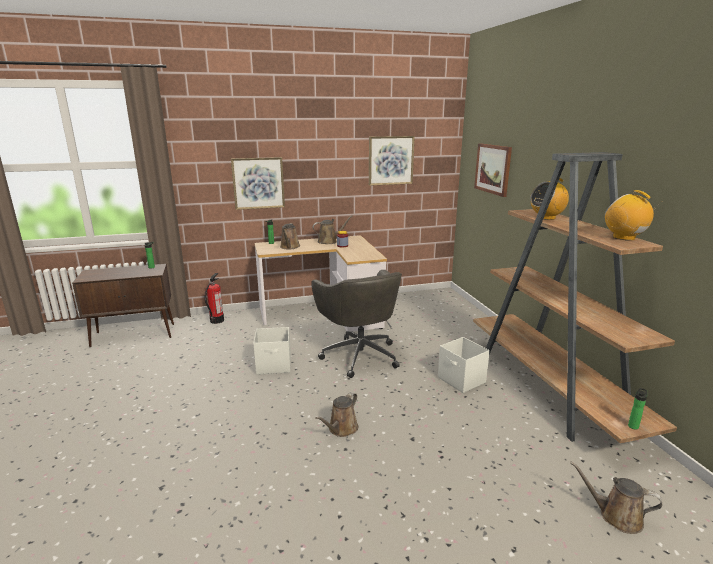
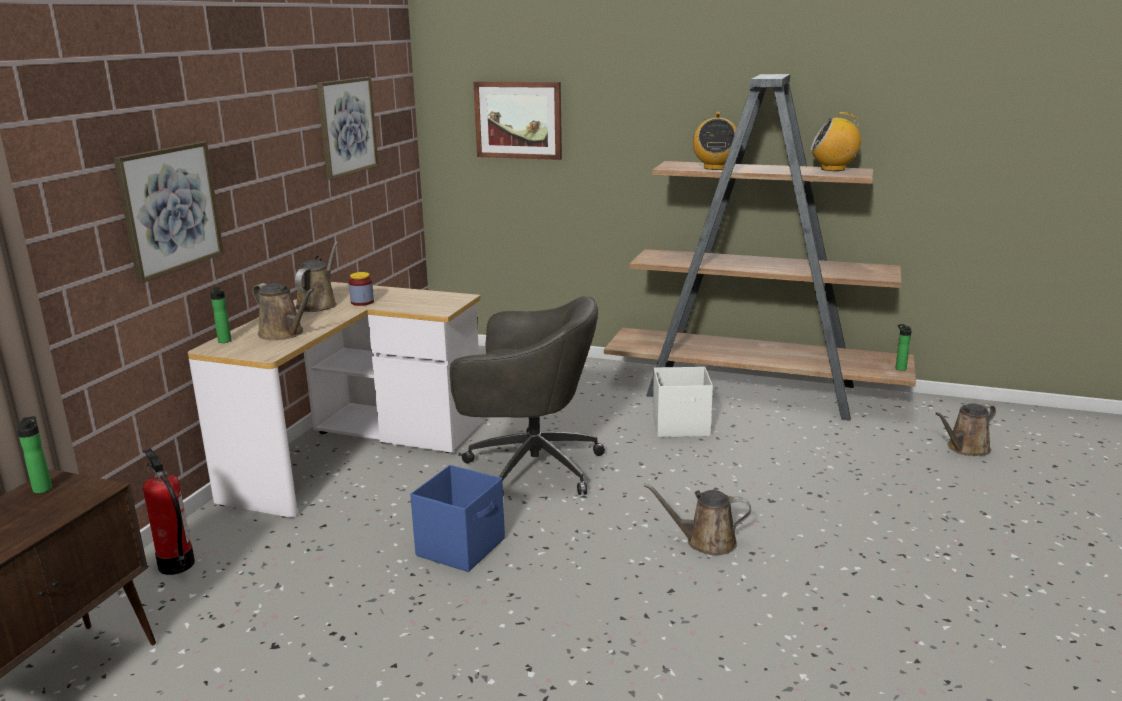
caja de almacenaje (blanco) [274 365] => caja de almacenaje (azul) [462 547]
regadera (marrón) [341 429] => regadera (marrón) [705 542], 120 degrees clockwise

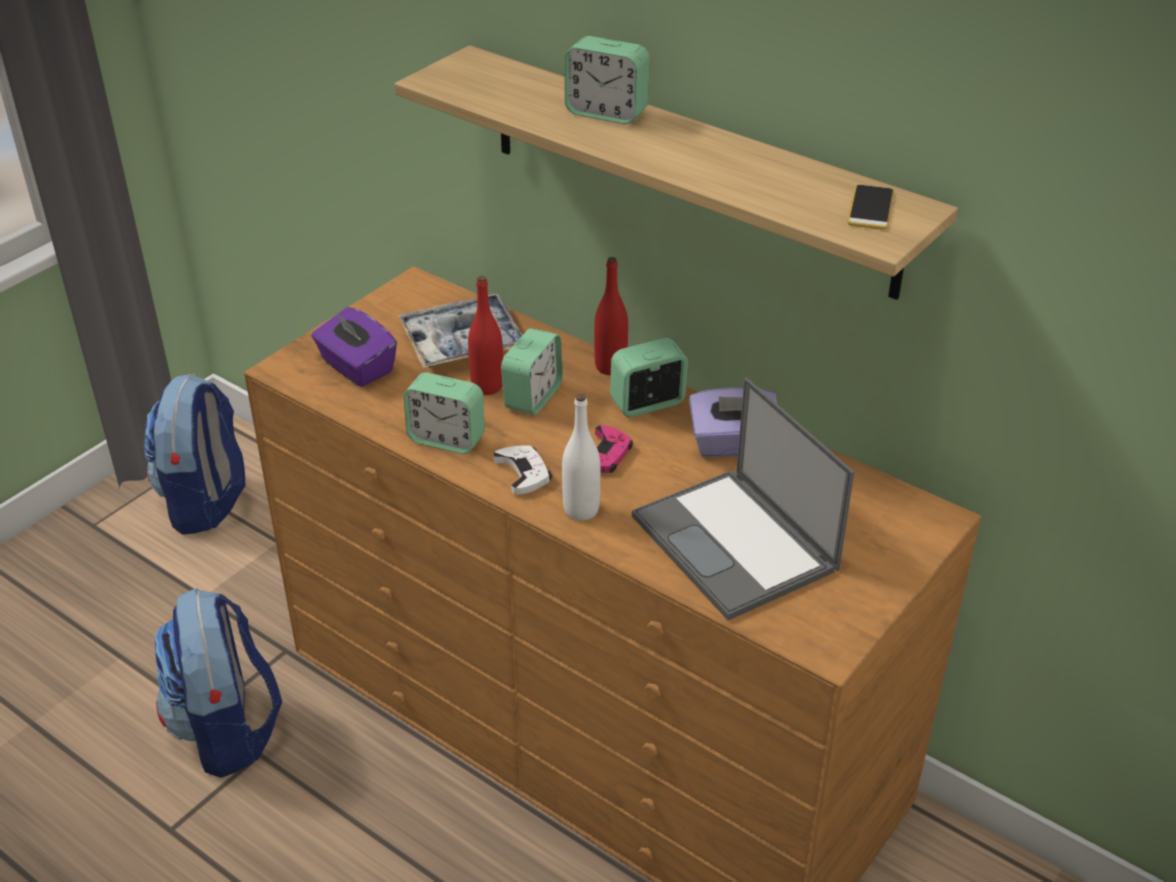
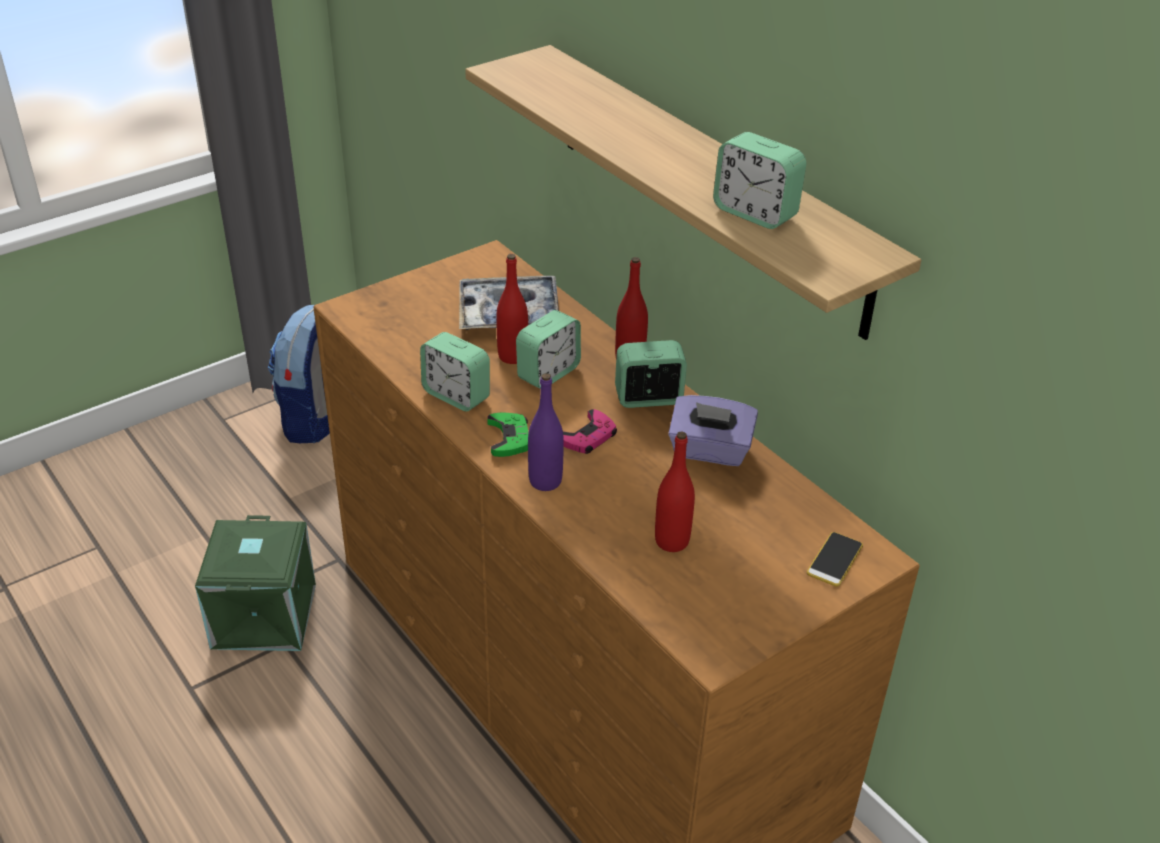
caja de pañuelos (morado) [356 367] => nothing
despertador [606 113] => despertador [755 213], moved
móvil [871 208] => móvil [834 560], moved
mochila [227 731] => caja de almacenaje (verde) [266 616]
portátil [736 544] => botella (rojo) [672 541]
mando de consola (blanco) [523 473] => mando de consola (verde) [509 438]
botella (blanco) [581 510] => botella (morado) [545 481]

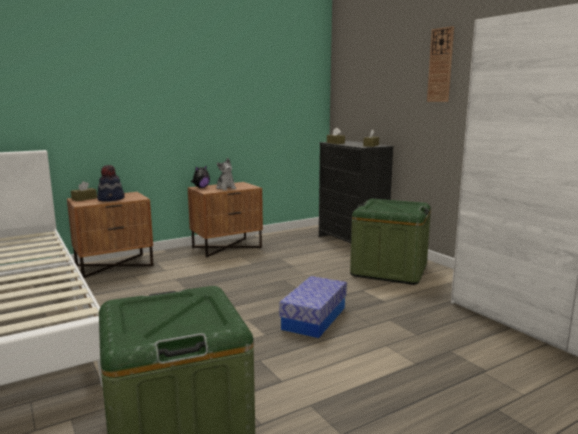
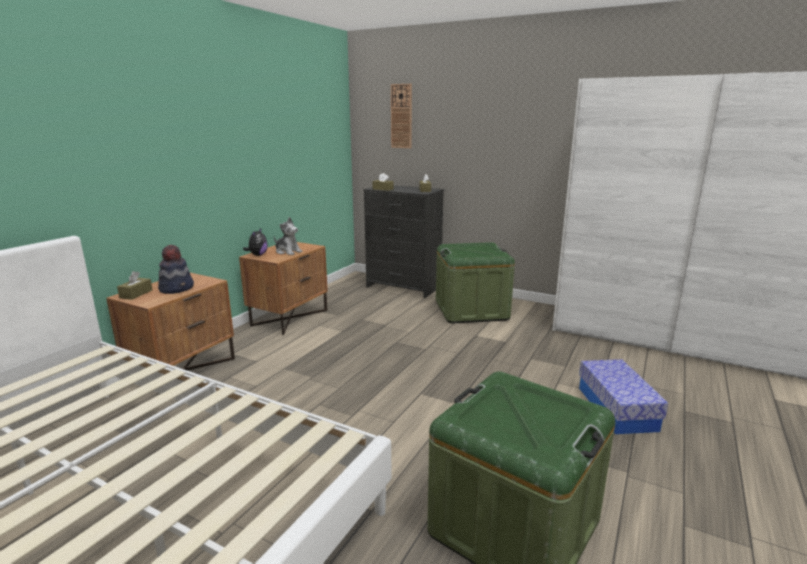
caja de almacenaje [314 318] => caja de almacenaje [616 408], moved
reloj de pared [440 65] => reloj de pared [401 116], moved

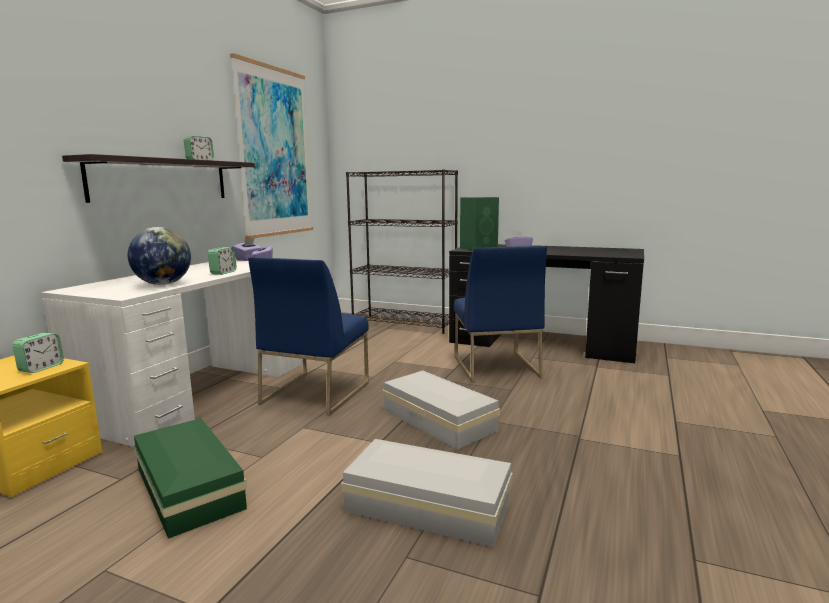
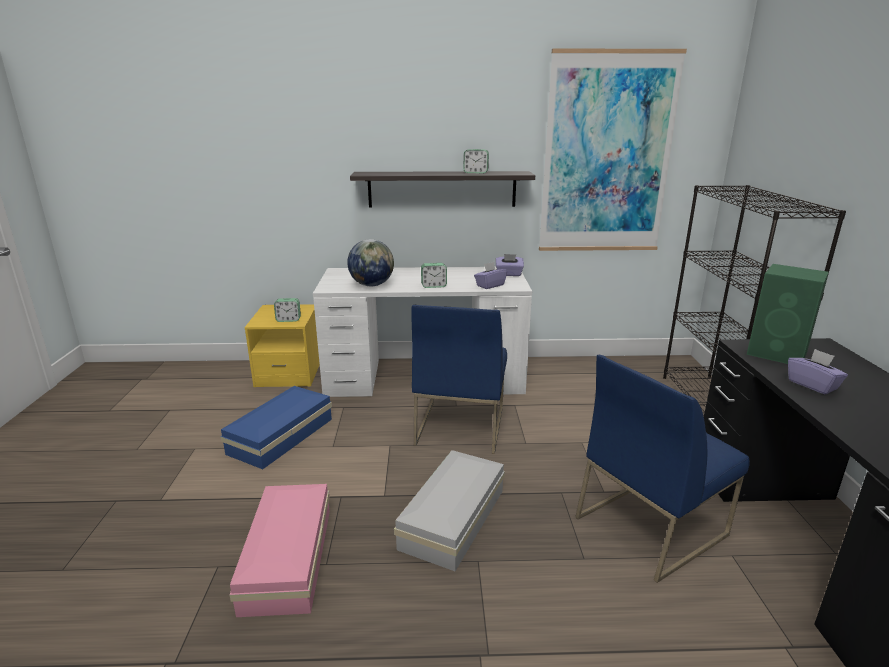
caja de almacenaje (verde) [187 490] => caja de almacenaje (azul) [279 436]
caja de almacenaje (blanco) [430 508] => caja de almacenaje (rosa) [285 560]
silla (azul) [315 393] => silla (azul) [459 425], 75 degrees counterclockwise

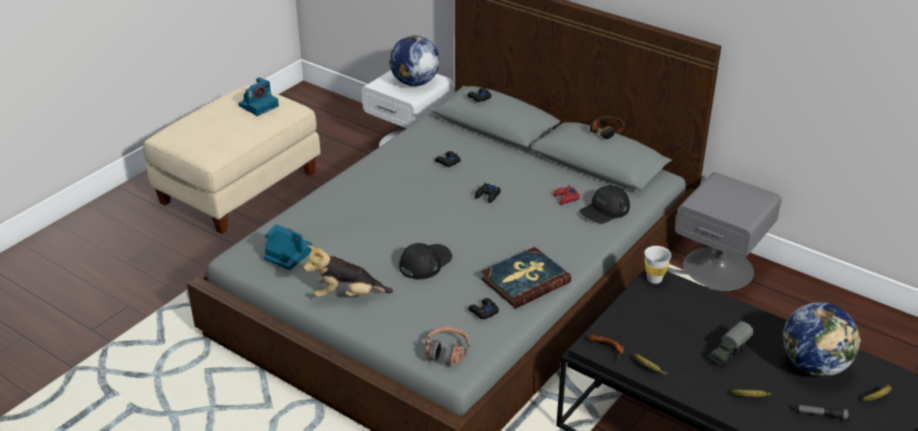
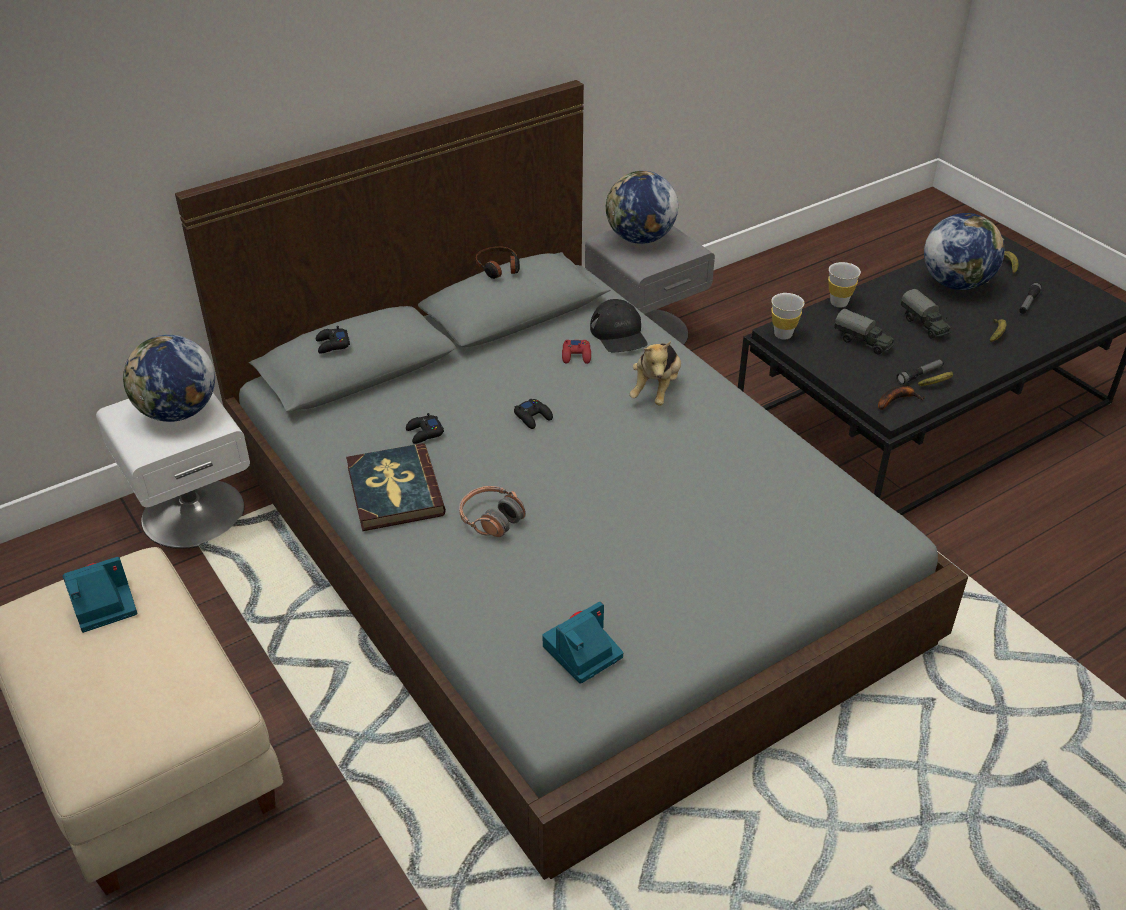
gorra (negro) [425 262] => nothing
mando de consola (negro) [483 311] => nothing
nothing => globo terráqueo [640 238]
nothing => taza (blanco) [839 303]
nothing => camión de juguete [863 342]
nothing => linterna [919 375]
peluche [347 295] => peluche [656 389], moved
auriculares [446 352] => auriculares [491 519], moved
libro [525 280] => libro [394 491], moved
cámara [259 105] => cámara [102 604], 90 degrees counterclockwise

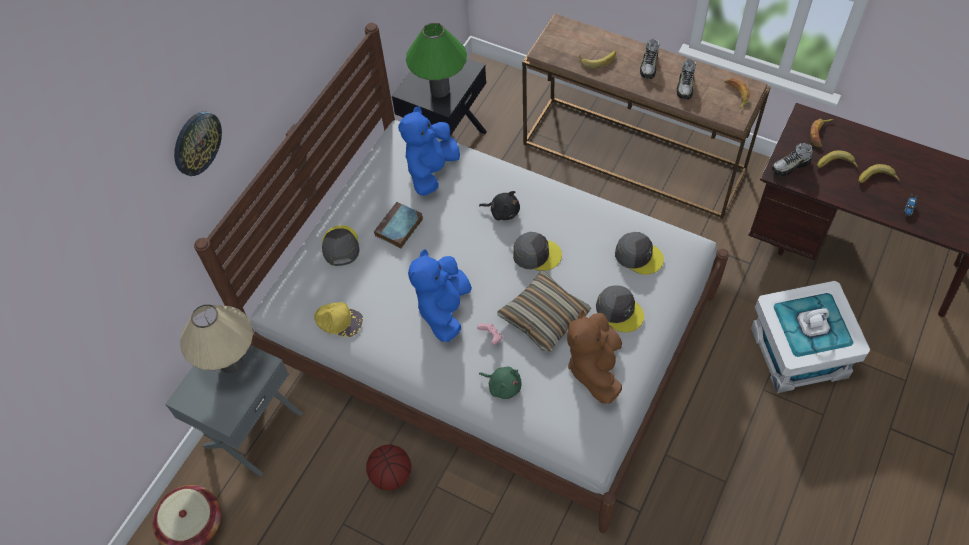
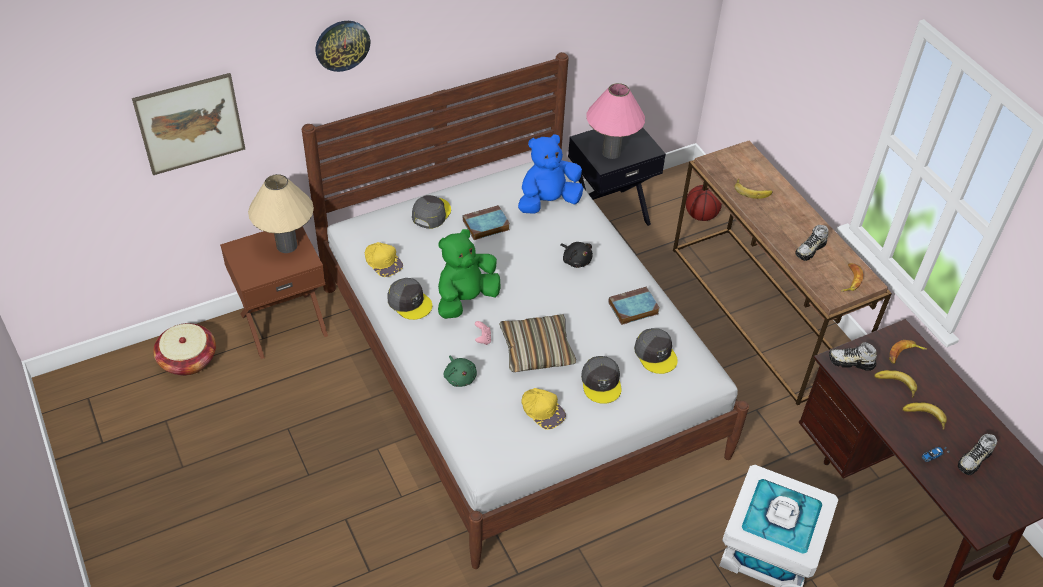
nothing => cuadro [190 124]
nothing => libro [632 309]
balón de baloncesto [391 474] => balón de baloncesto [701 215], moved
gorra (gris) [536 254] => gorra (gris) [409 302], moved
zapato [649 66] => zapato [974 460], moved
peluche (marrón) [595 368] => gorra (amarillo) [542 409]
mesita de noche (gris) [251 428] => mesita de noche (marrón) [283 323]
lámpara de mesa (verde) [440 90] => lámpara de mesa (rosa) [611 152]
peluche (azul) [444 309] => peluche (verde) [465 299]

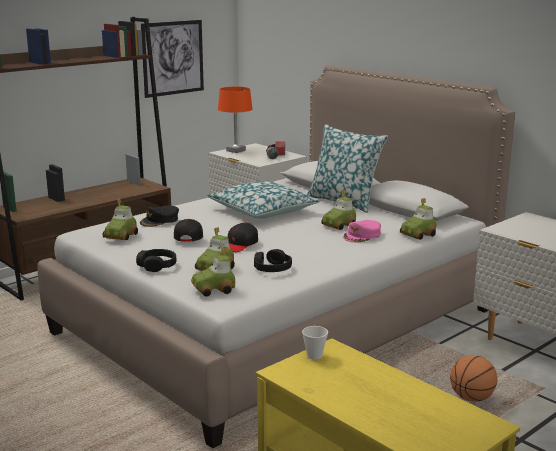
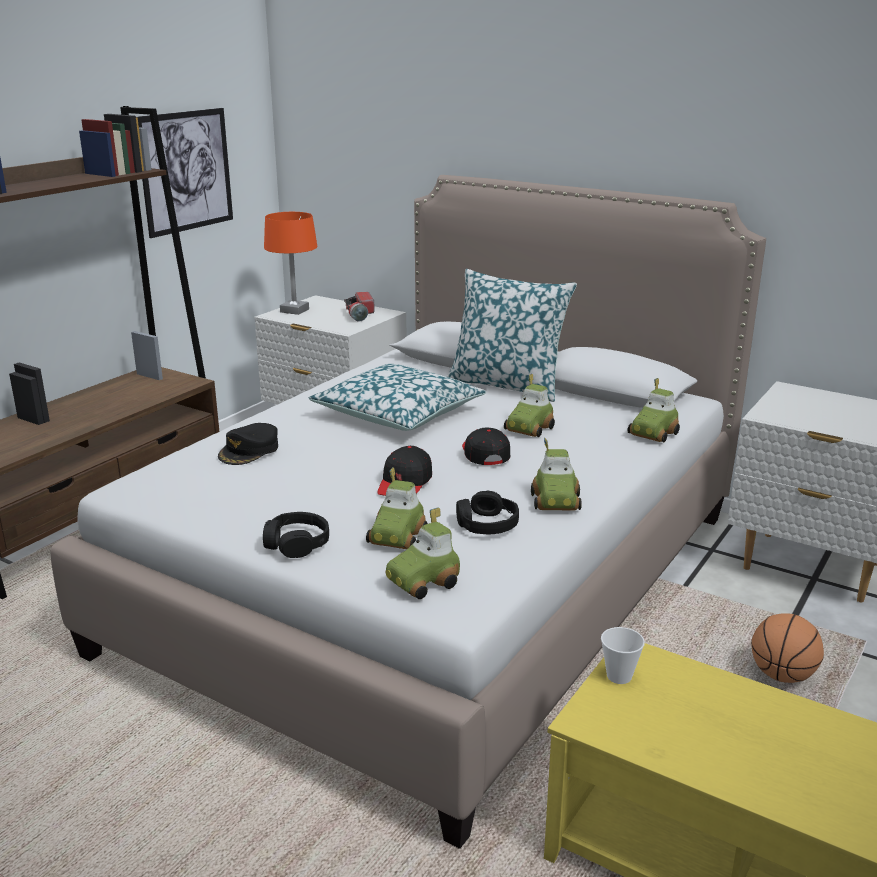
gorra (rosa) [362 236] => nothing
coche de juguete [121 236] => coche de juguete [557 502], moved
gorra (negro) [189 236] => gorra (negro) [484 454], moved

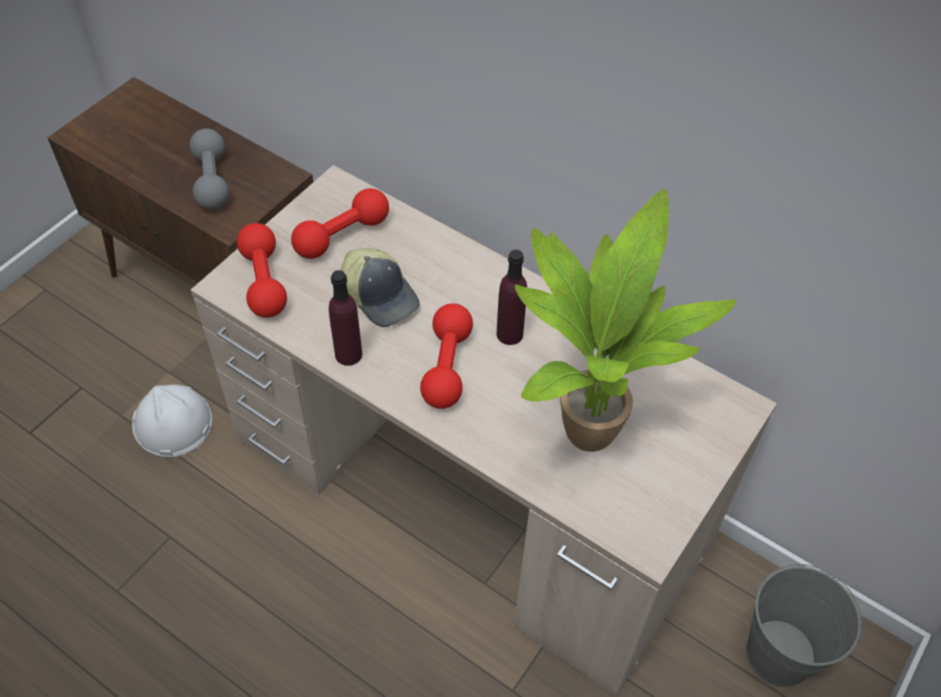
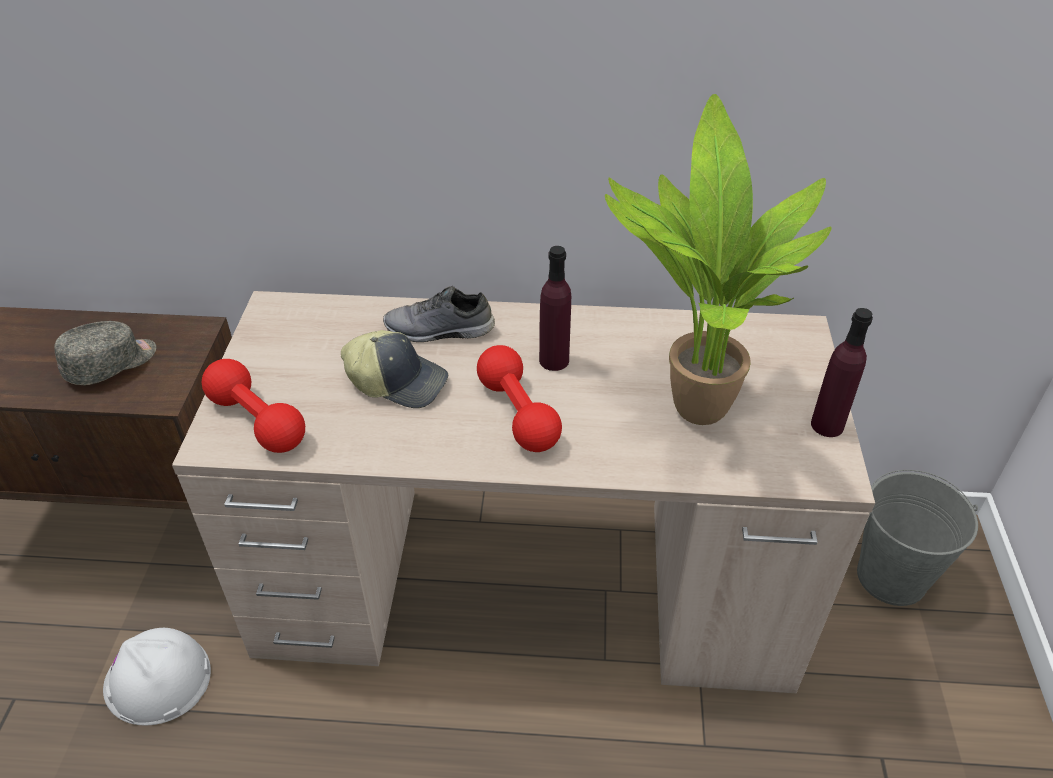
mancuerna (rojo) [342 235] => nothing
nothing => zapato (gris) [439 331]
botella (morado) [348 354] => botella (morado) [827 425], moved
mancuerna (gris) [212 181] => gorra (gris) [111 364]

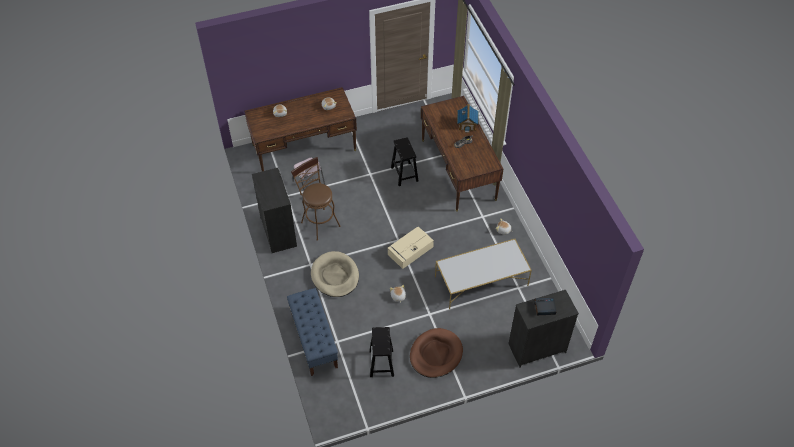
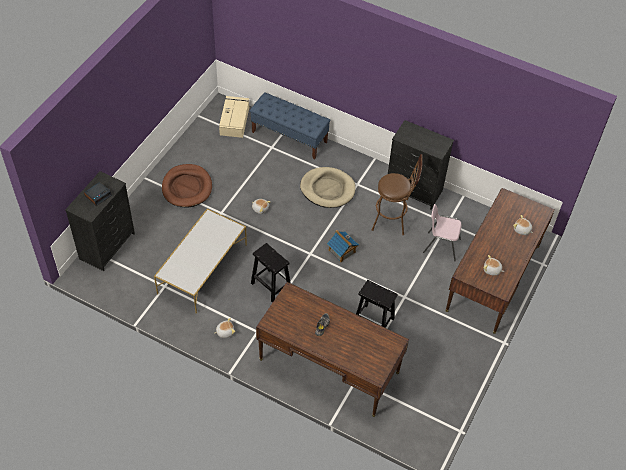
taburete (negro) [381 363] => taburete (negro) [270 285], moved
caja de almacenaje (beis) [410 251] => caja de almacenaje (beis) [234 120], moved
casita [467 124] => casita [342 251], moved

